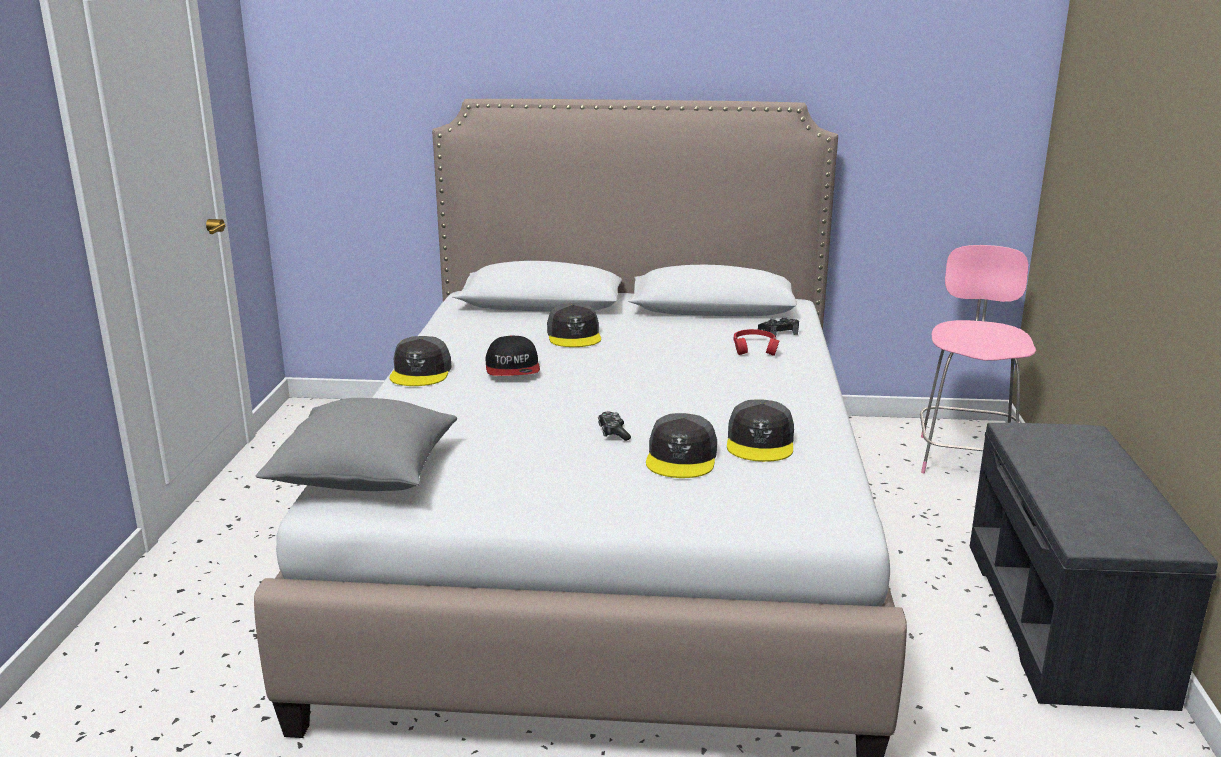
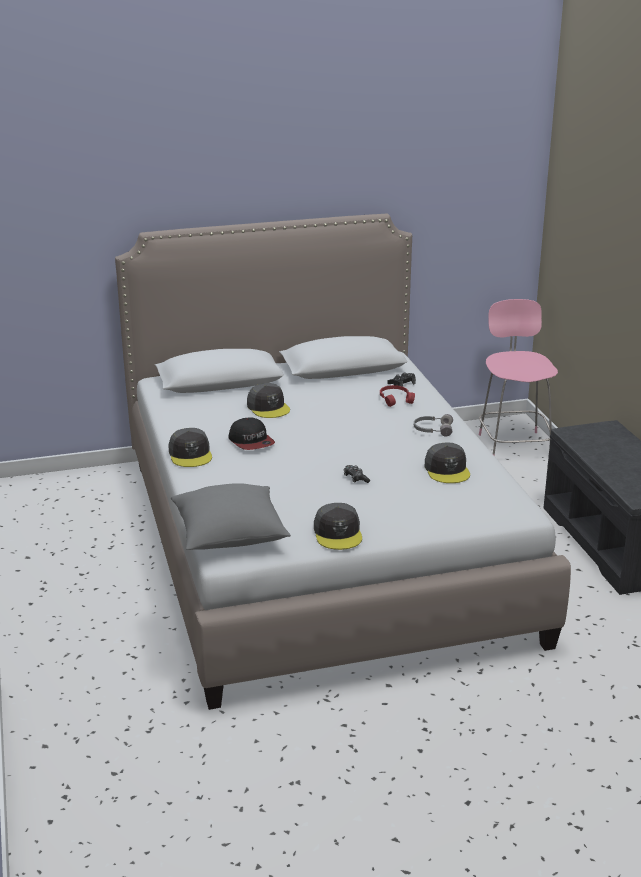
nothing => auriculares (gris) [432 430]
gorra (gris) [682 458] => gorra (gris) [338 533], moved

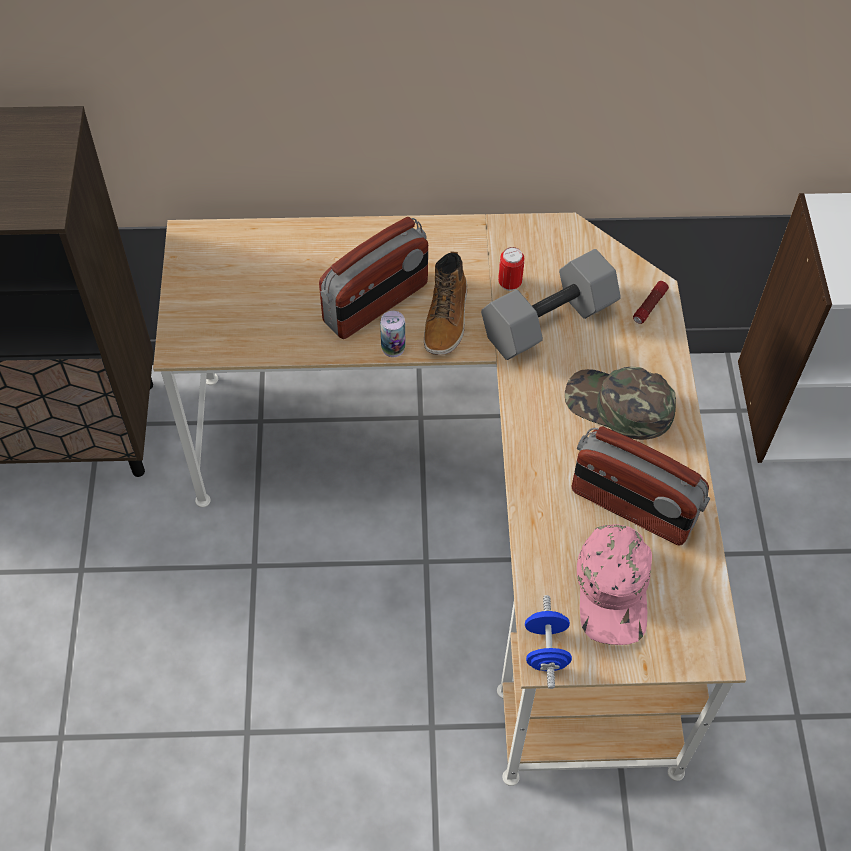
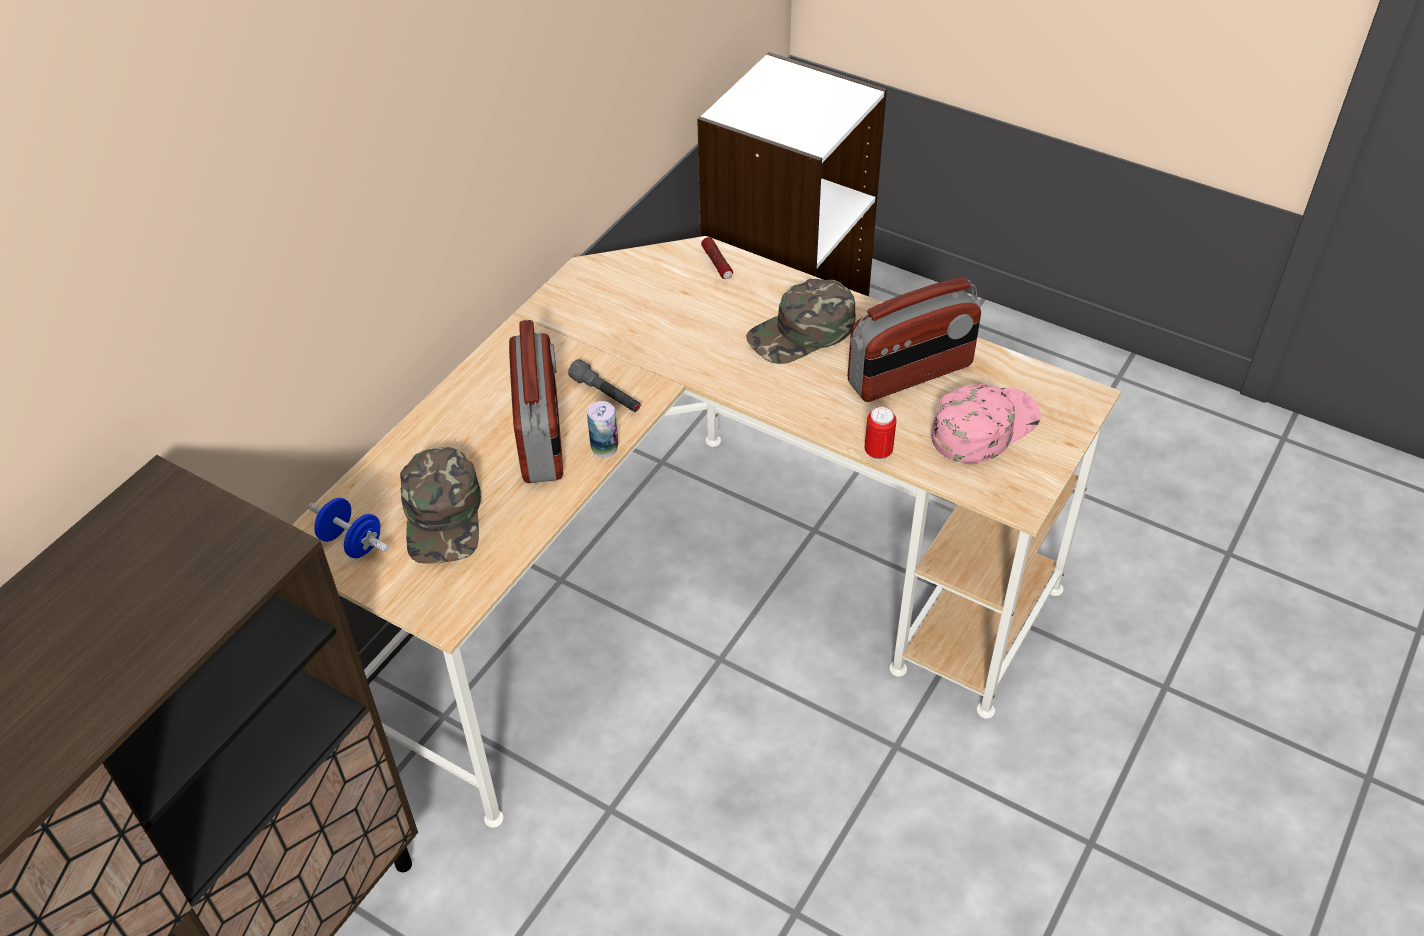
mancuerna (gris) [548 323] => nothing
nothing => gorra (verde) [444 516]
lata [509 283] => lata [878 452], moved
mancuerna (azul) [546 650] => mancuerna (azul) [352 543], moved
bota [446 318] => linterna (gris) [606 395]
gorra (rosa) [614 590] => gorra (rosa) [983 426], 75 degrees counterclockwise

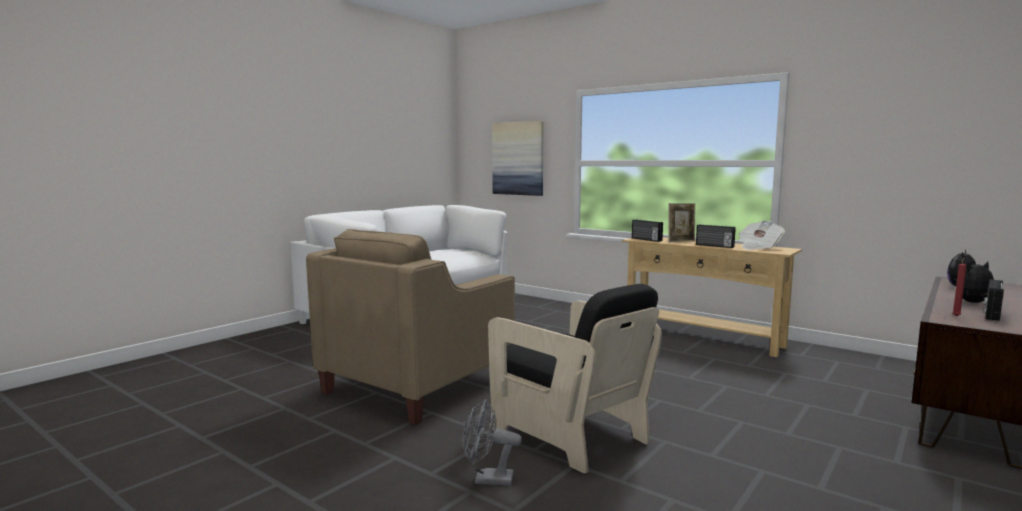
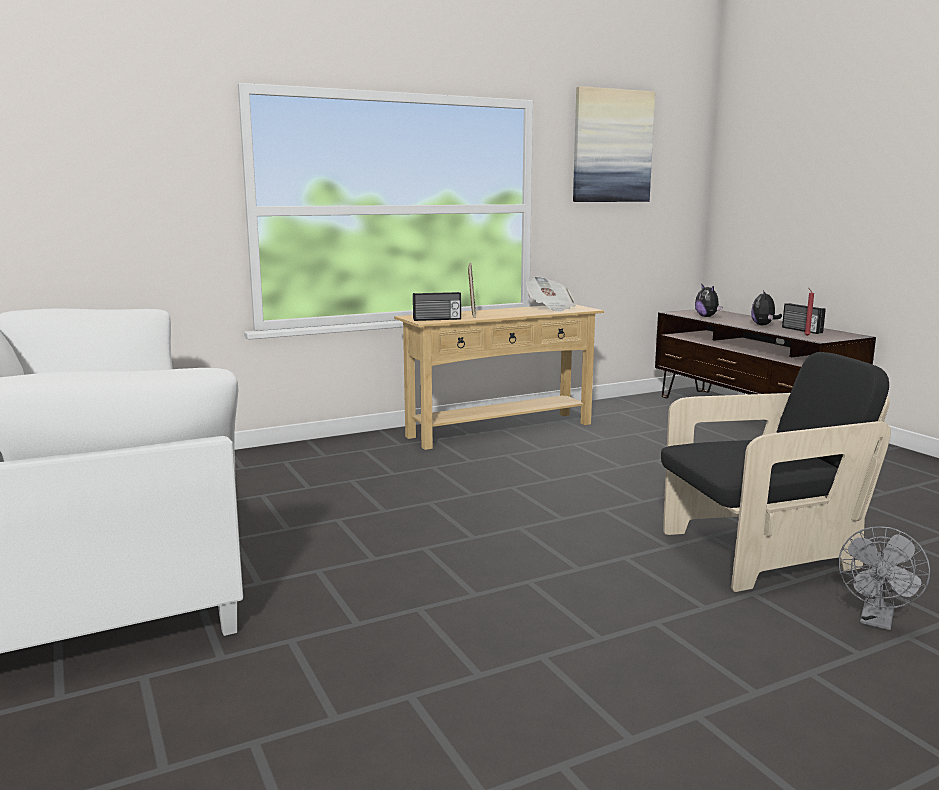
sillón (beis) [417 385] => nothing
radio [714 246] => nothing
cuadro [518 158] => cuadro [612 146], moved

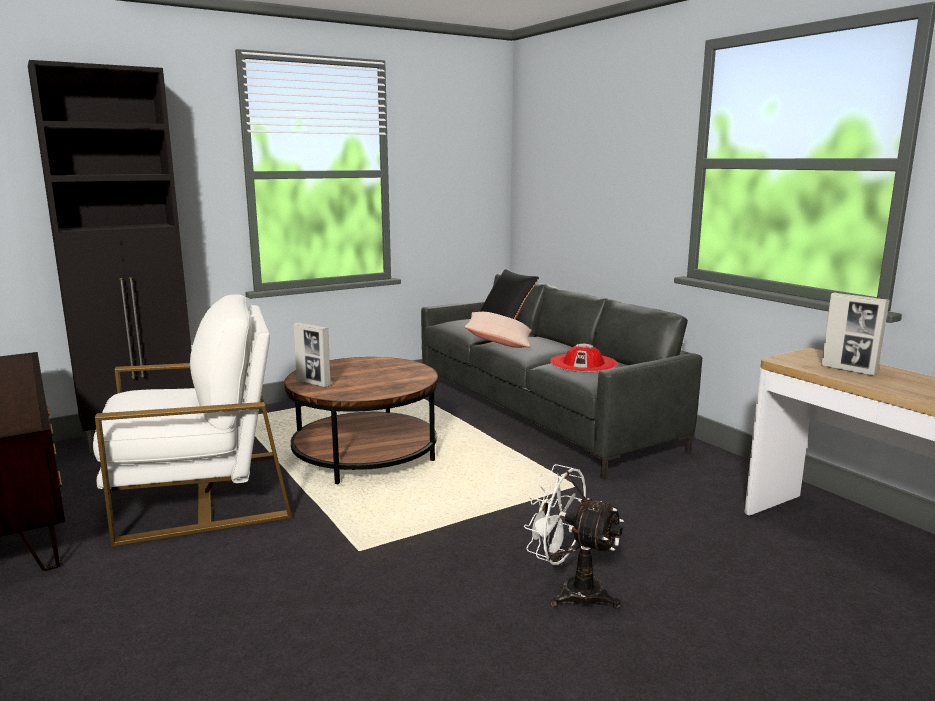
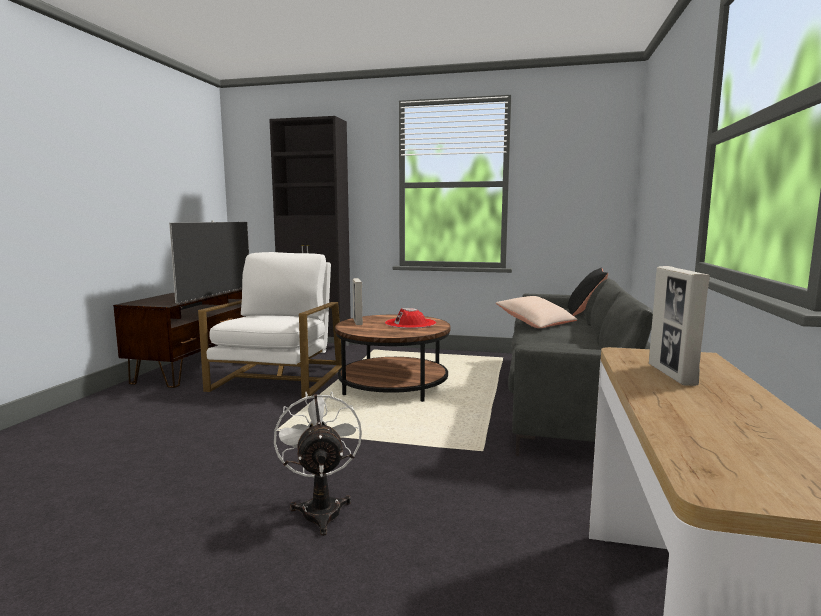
nothing => televisor [216 294]
sombrero (rojo) [583 363] => sombrero (rojo) [410 323], moved
sillón (blanco) [201 495] => sillón (blanco) [278 379], 105 degrees counterclockwise

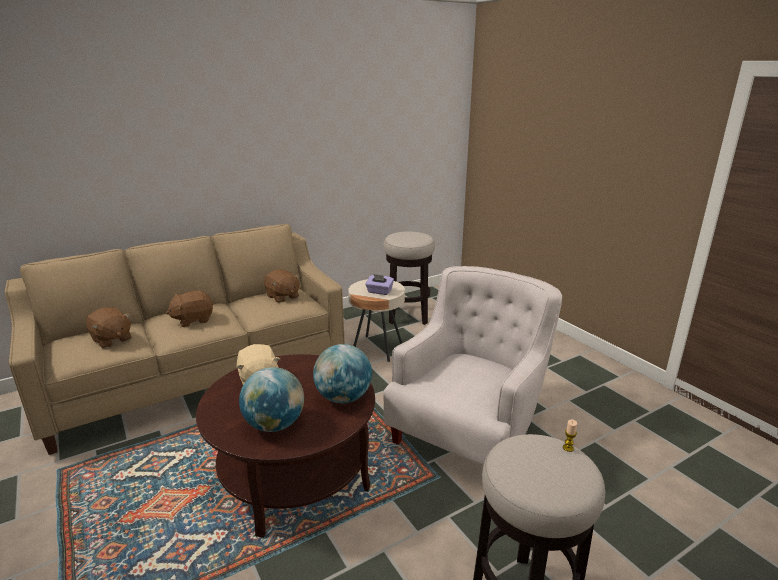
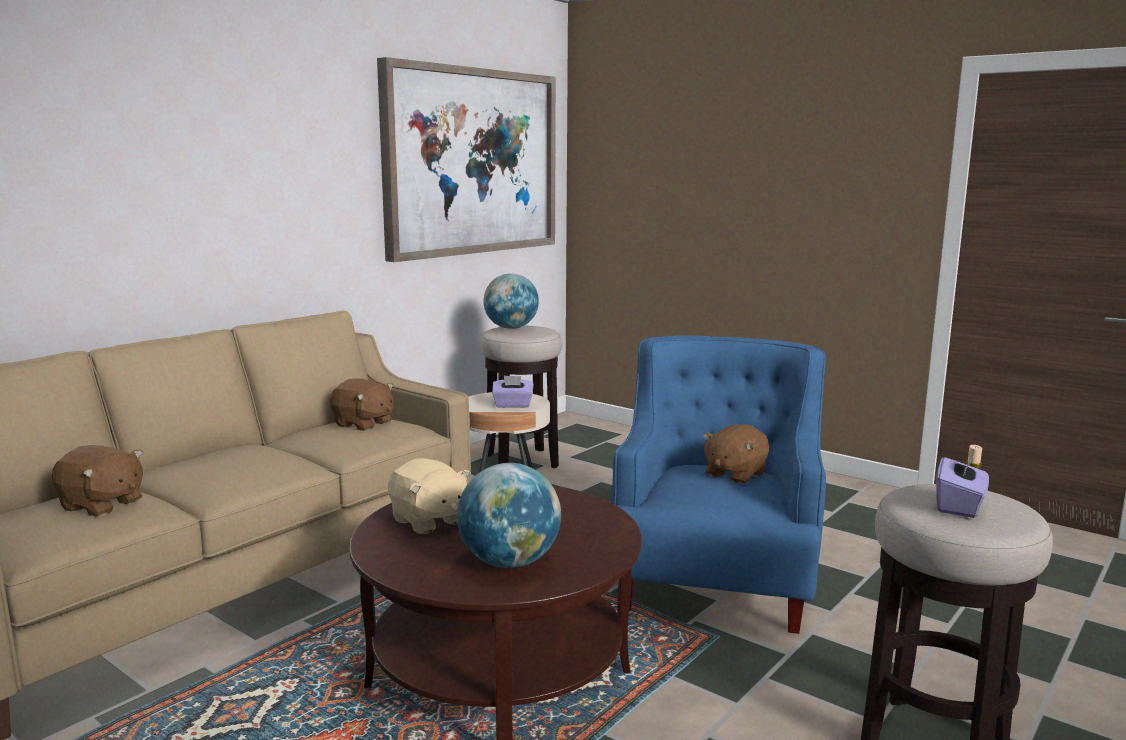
nothing => cuadro [472 162]
nothing => caja de pañuelos (morado) [959 506]
peluche (marrón) [193 320] => peluche (marrón) [734 474], moved
globo terráqueo [343 397] => globo terráqueo [511 328], moved
sillón (blanco) [469 429] => sillón (azul) [715 576]

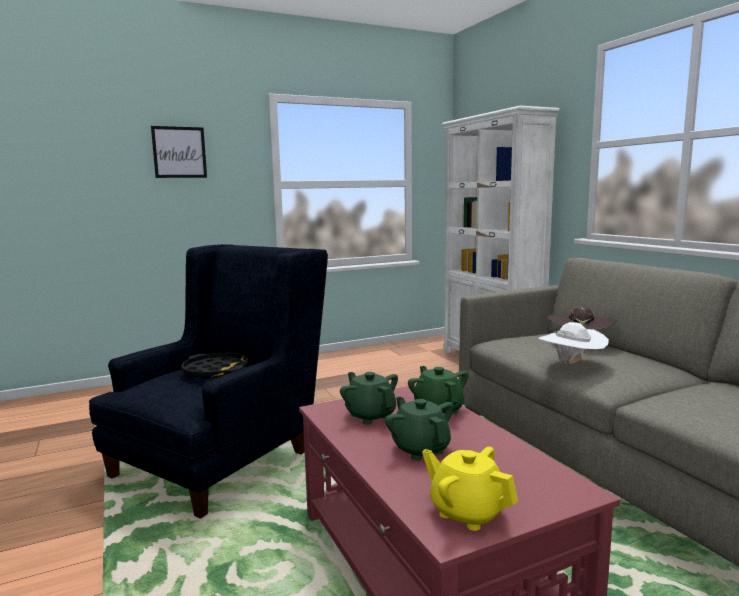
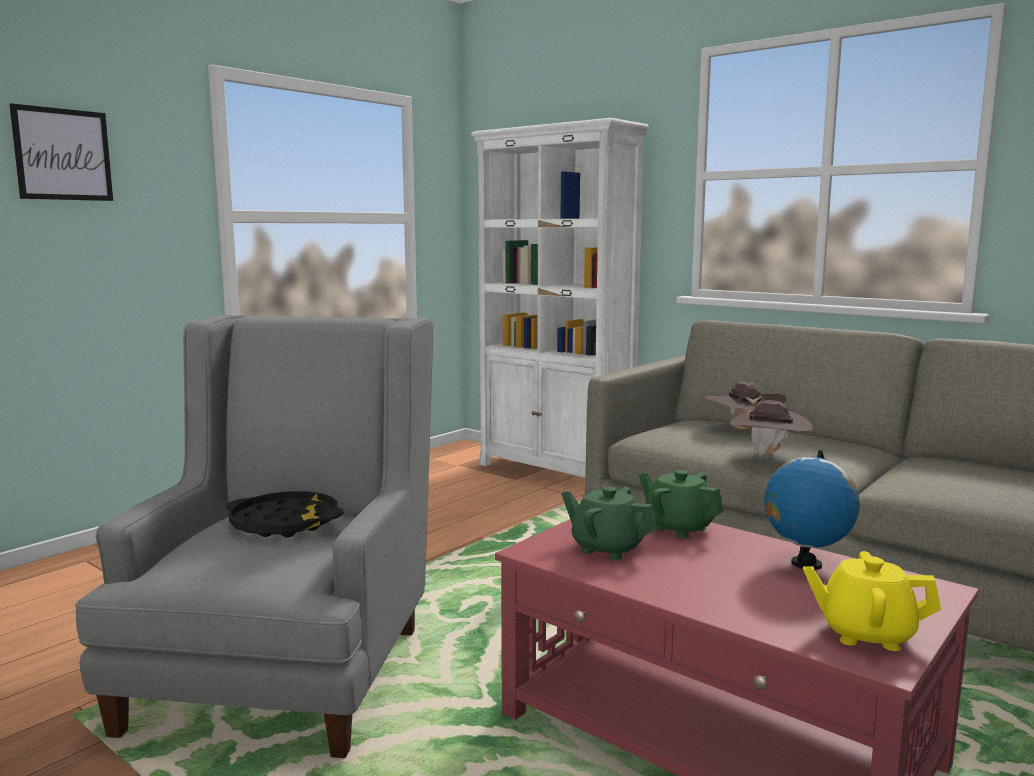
tetera (verde) [420 449] => nothing
nothing => globo terráqueo [806 564]
sillón (azul) [223 457] => sillón (gris) [289 664]
sombrero (blanco) [572 365] => sombrero (marrón) [769 454]

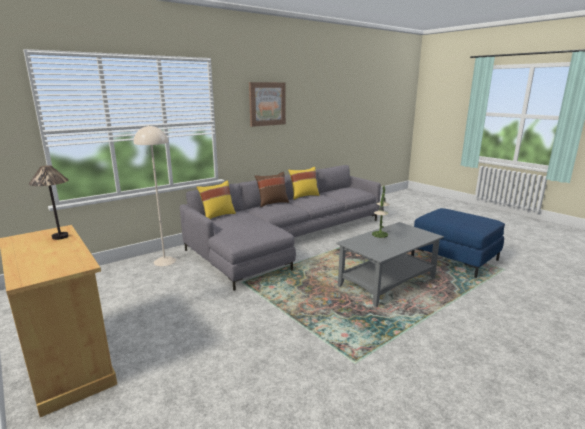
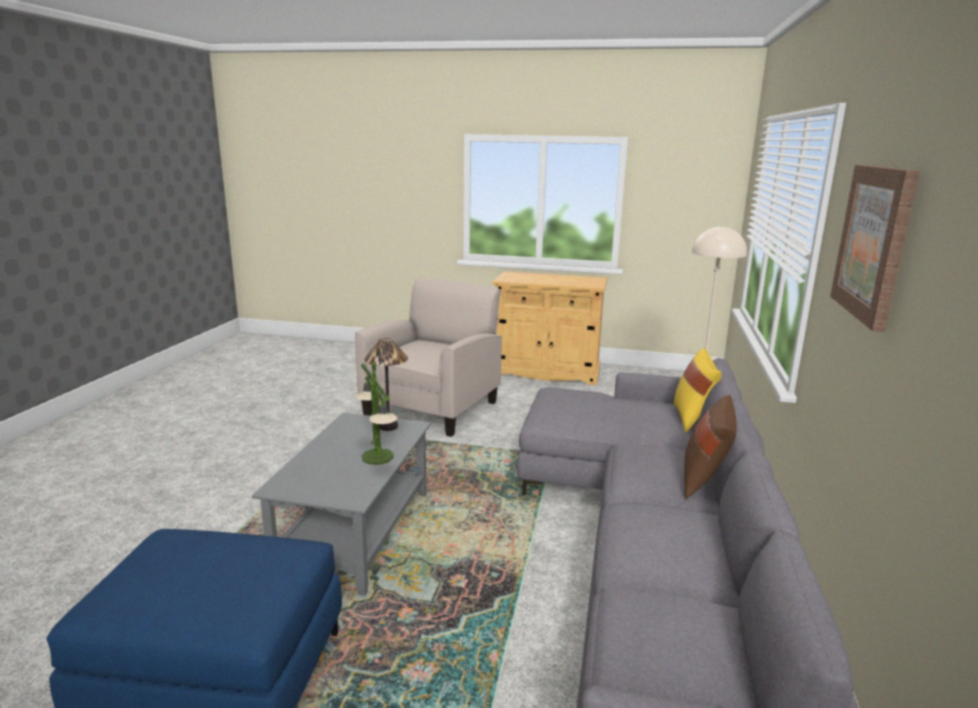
cojín (amarillo) [303 196] => nothing
nothing => sillón (beis) [432 408]
lámpara de mesa [60 236] => lámpara de mesa [388 427], moved

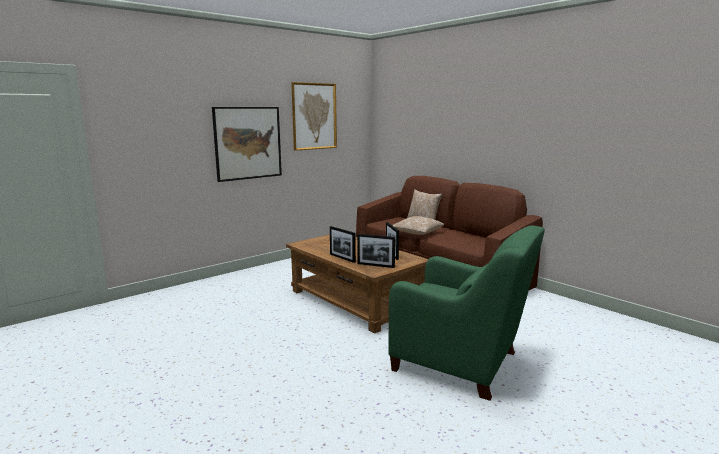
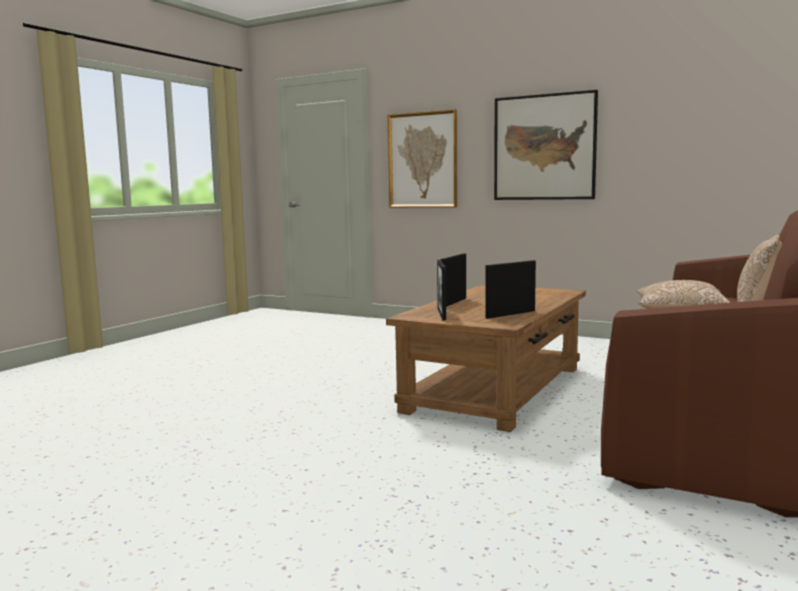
sillón (verde) [461 363] => nothing
cuadro [314 116] => cuadro [422 160], moved

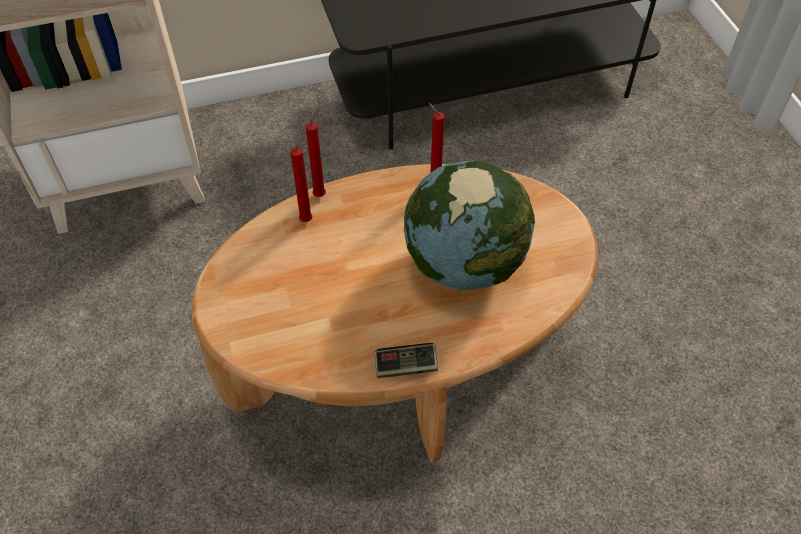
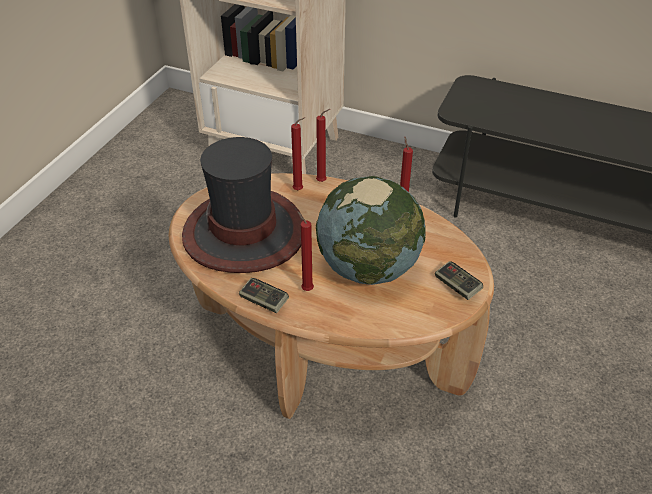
nothing => sombrero [245 232]
nothing => vela (rojo) [306 289]
nothing => mando de consola [457 286]

